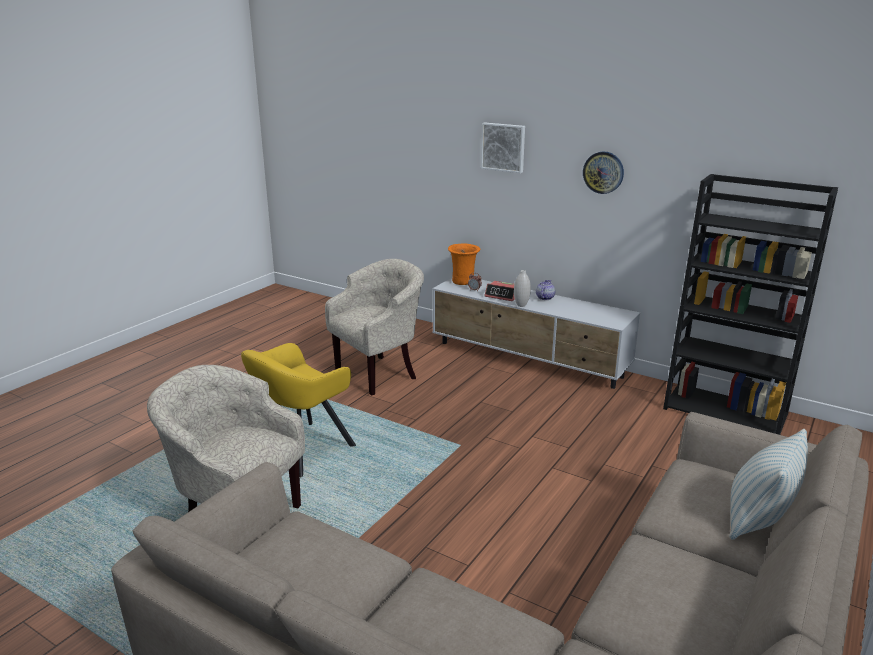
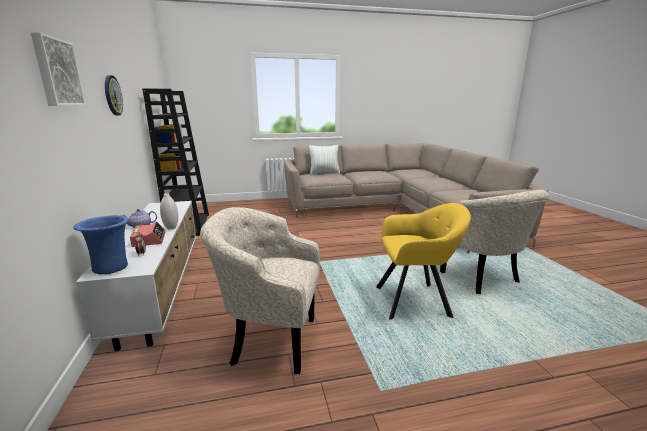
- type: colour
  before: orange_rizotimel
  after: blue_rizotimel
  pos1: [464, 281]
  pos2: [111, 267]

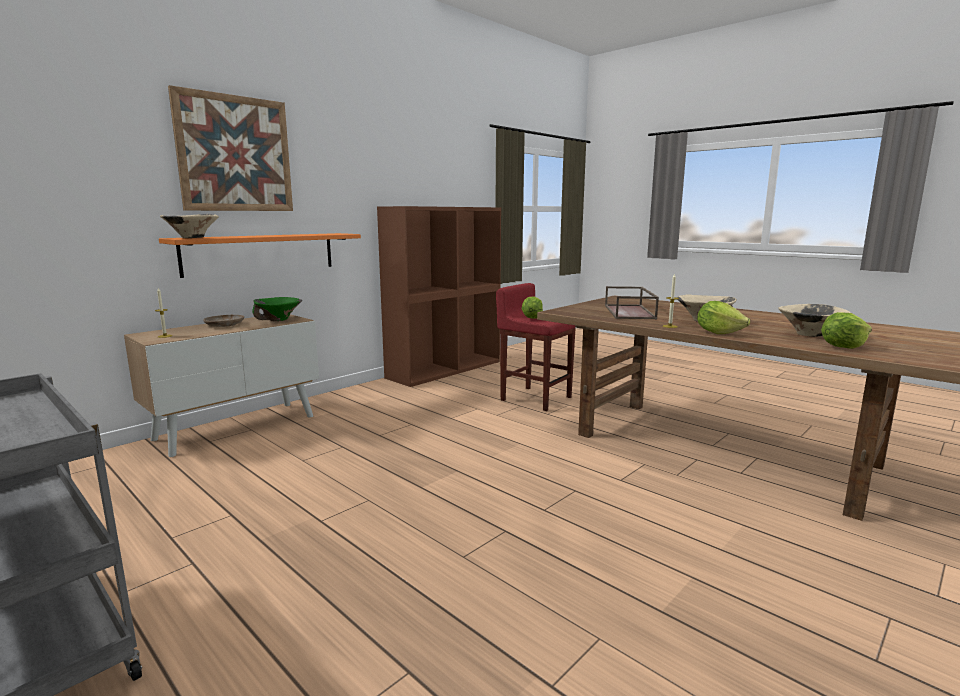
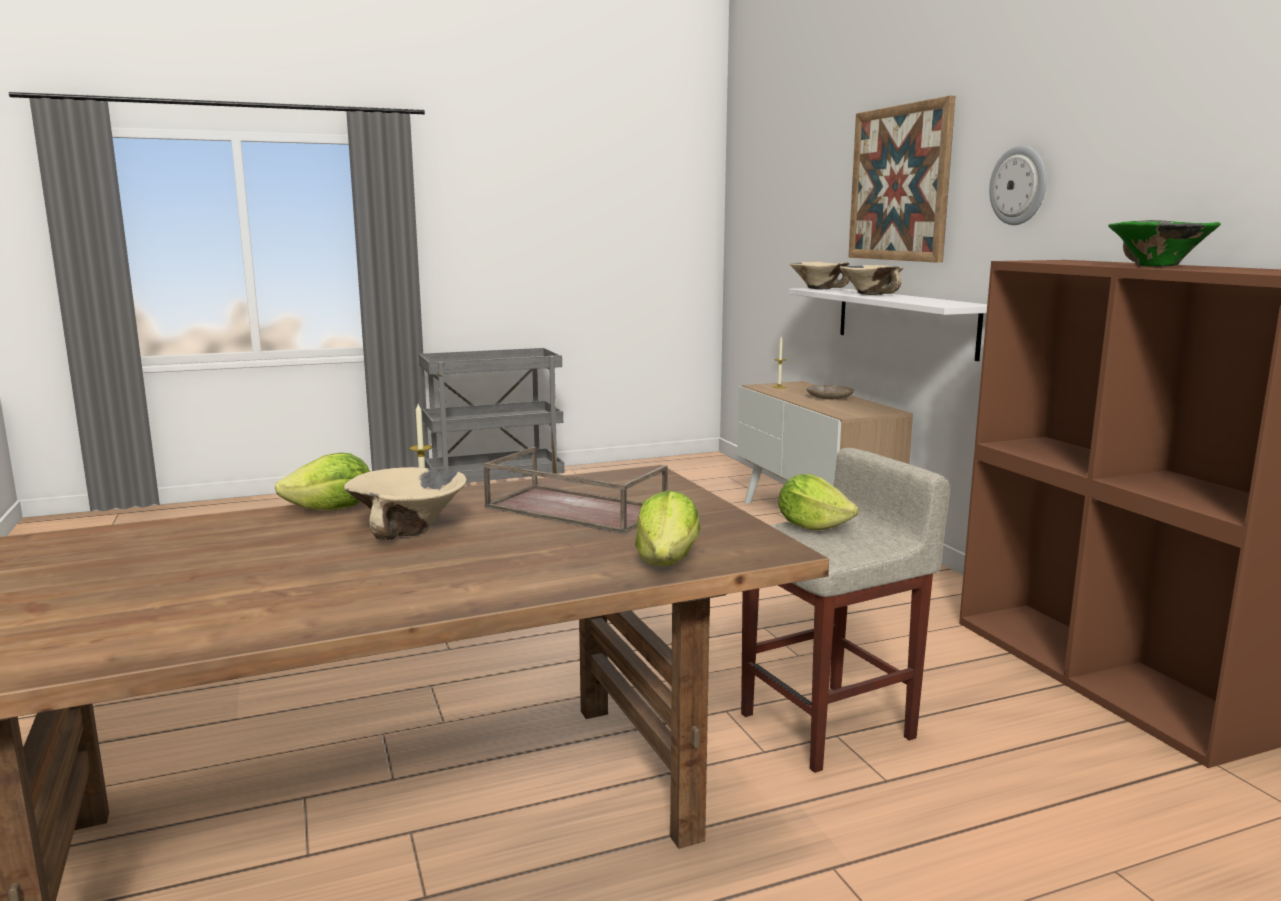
- type: colour
  before: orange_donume
  after: white_donume
  pos1: [261, 253]
  pos2: [904, 321]
- type: relocated
  before: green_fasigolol
  pos1: [279, 320]
  pos2: [1157, 266]
- type: colour
  before: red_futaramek
  after: beige_futaramek
  pos1: [535, 398]
  pos2: [829, 725]
- type: relocated
  before: beige_fasigolol
  pos1: [809, 335]
  pos2: [870, 294]
- type: relocated
  before: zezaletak
  pos1: [843, 347]
  pos2: [667, 561]
- type: appeared
  after: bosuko
  pos2: [1019, 185]

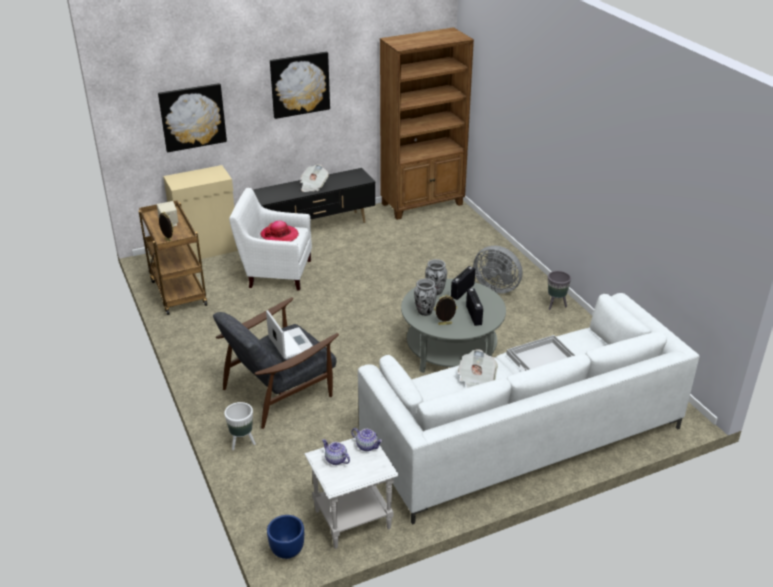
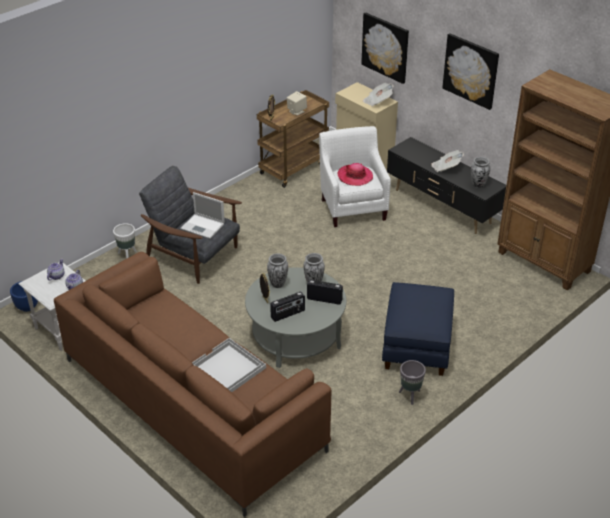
- type: spun
  before: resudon
  pos1: [291, 343]
  pos2: [203, 226]
  turn: 75
- type: colour
  before: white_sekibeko
  after: brown_sekibeko
  pos1: [521, 435]
  pos2: [192, 403]
- type: relocated
  before: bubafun
  pos1: [476, 381]
  pos2: [377, 101]
- type: exchanged
  before: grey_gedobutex
  after: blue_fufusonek
  pos1: [496, 287]
  pos2: [417, 346]
- type: appeared
  after: rizotimel
  pos2: [478, 185]

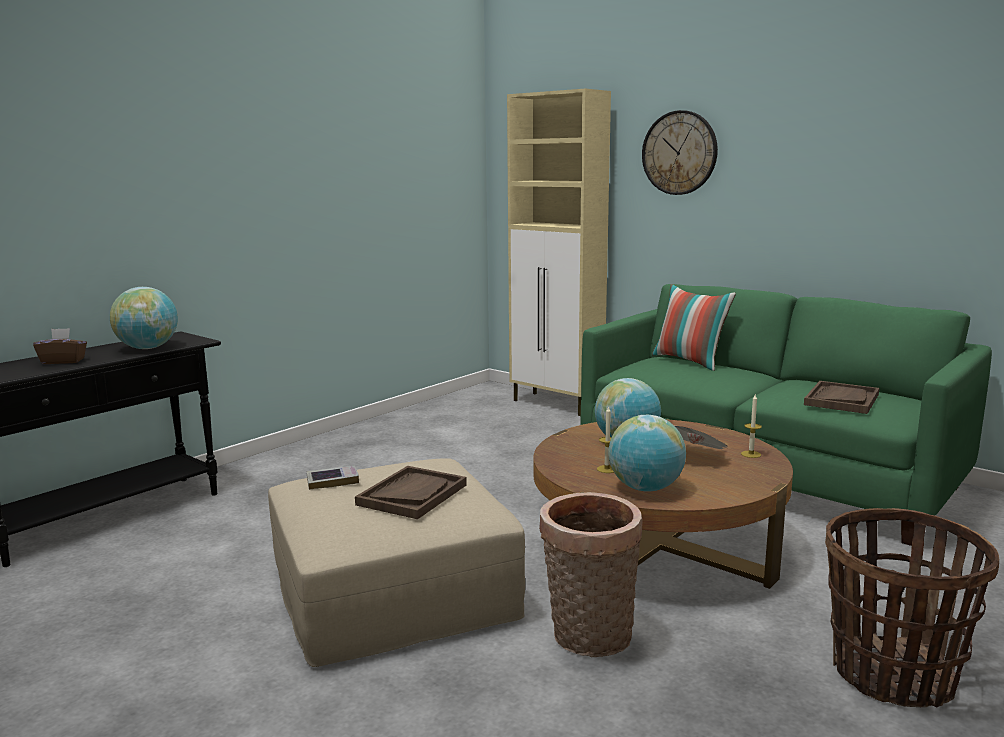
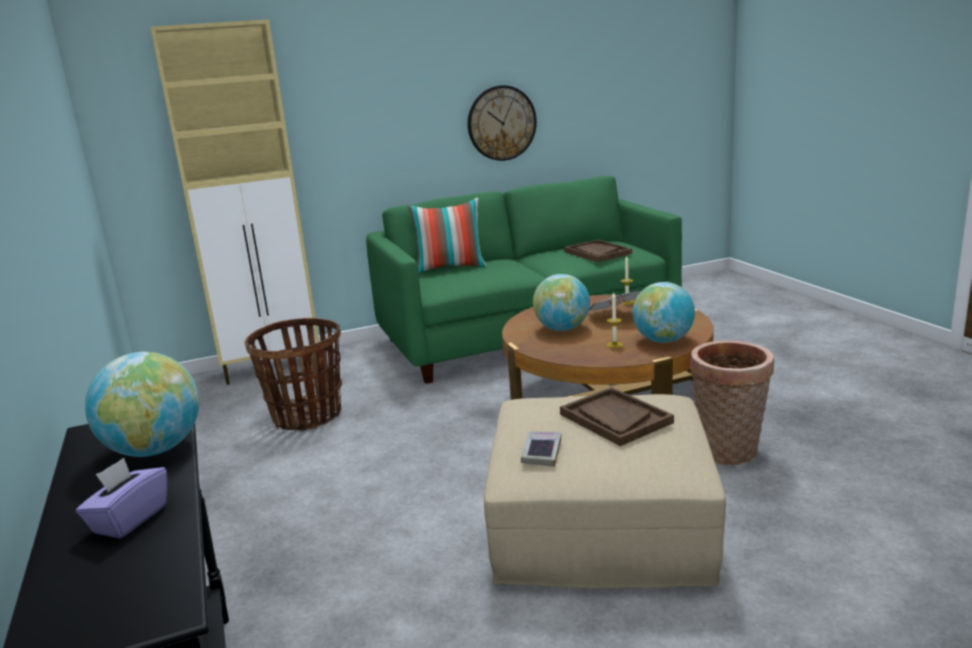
- type: colour
  before: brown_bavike
  after: purple_bavike
  pos1: [63, 361]
  pos2: [129, 519]
- type: relocated
  before: bosuko
  pos1: [679, 153]
  pos2: [501, 123]
- type: relocated
  before: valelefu
  pos1: [893, 675]
  pos2: [307, 416]

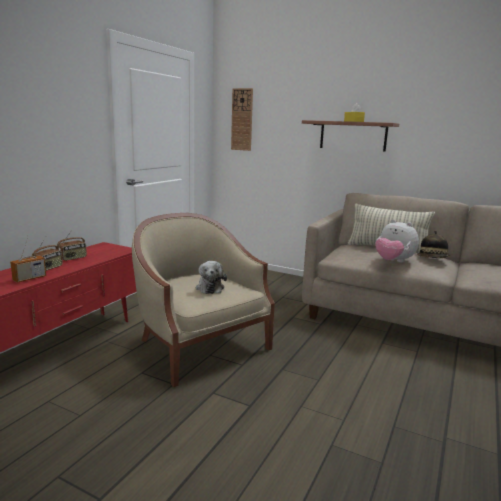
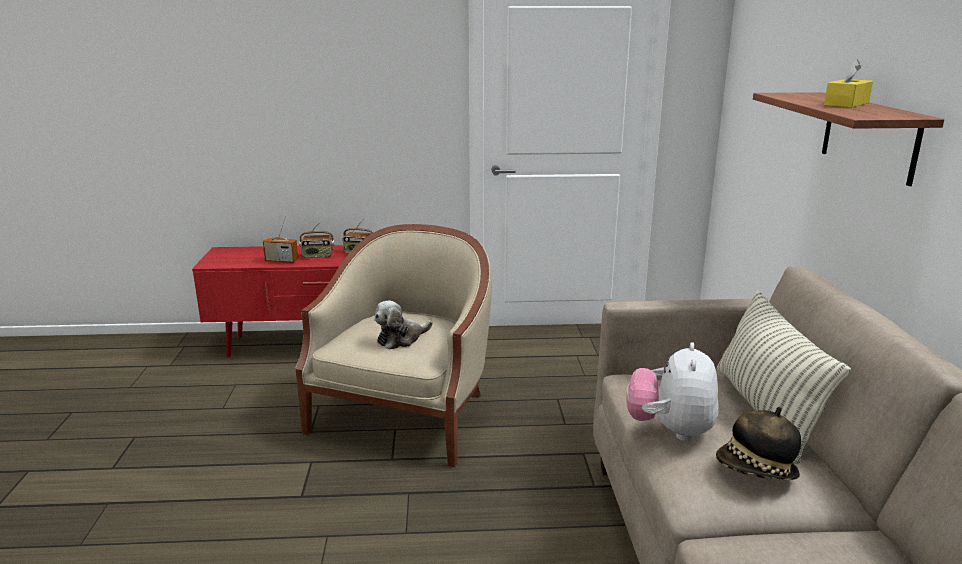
- type: missing
  before: bosuko
  pos1: [242, 119]

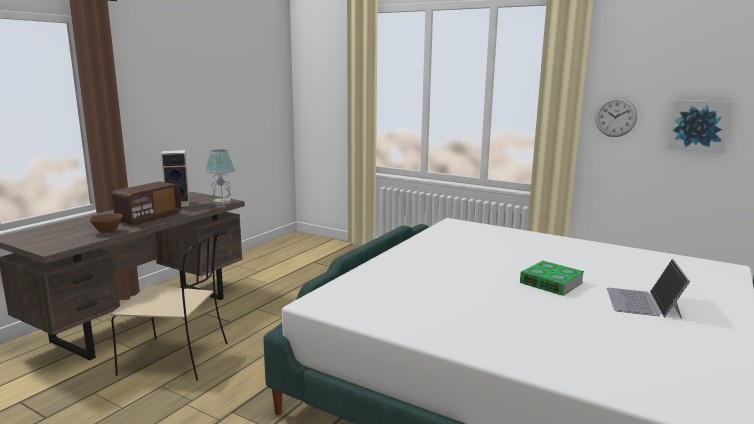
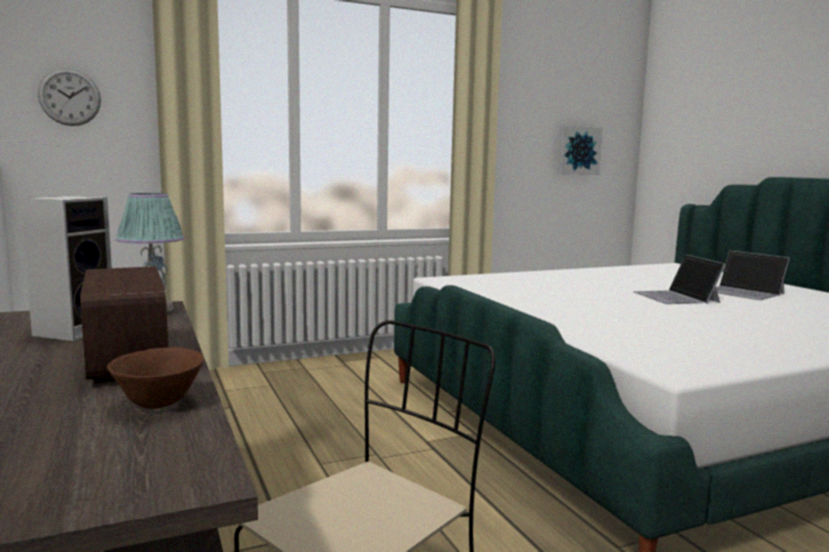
- type: exchanged
  before: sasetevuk
  after: resudon
  pos1: [551, 283]
  pos2: [676, 297]
- type: relocated
  before: bosuko
  pos1: [615, 117]
  pos2: [70, 97]

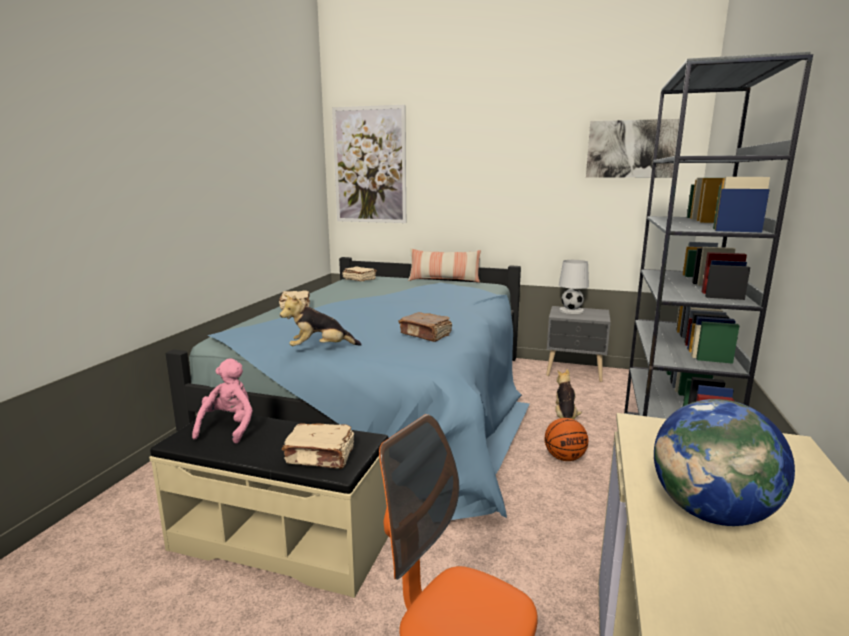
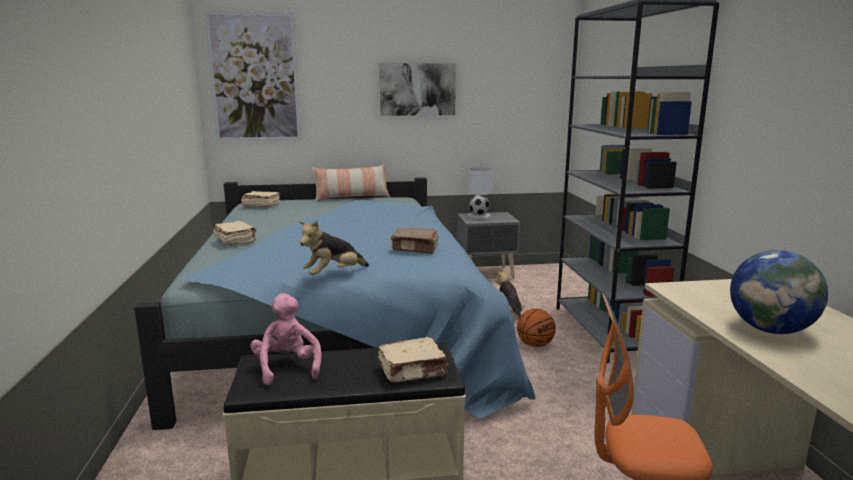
- type: relocated
  before: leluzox
  pos1: [630, 149]
  pos2: [417, 89]

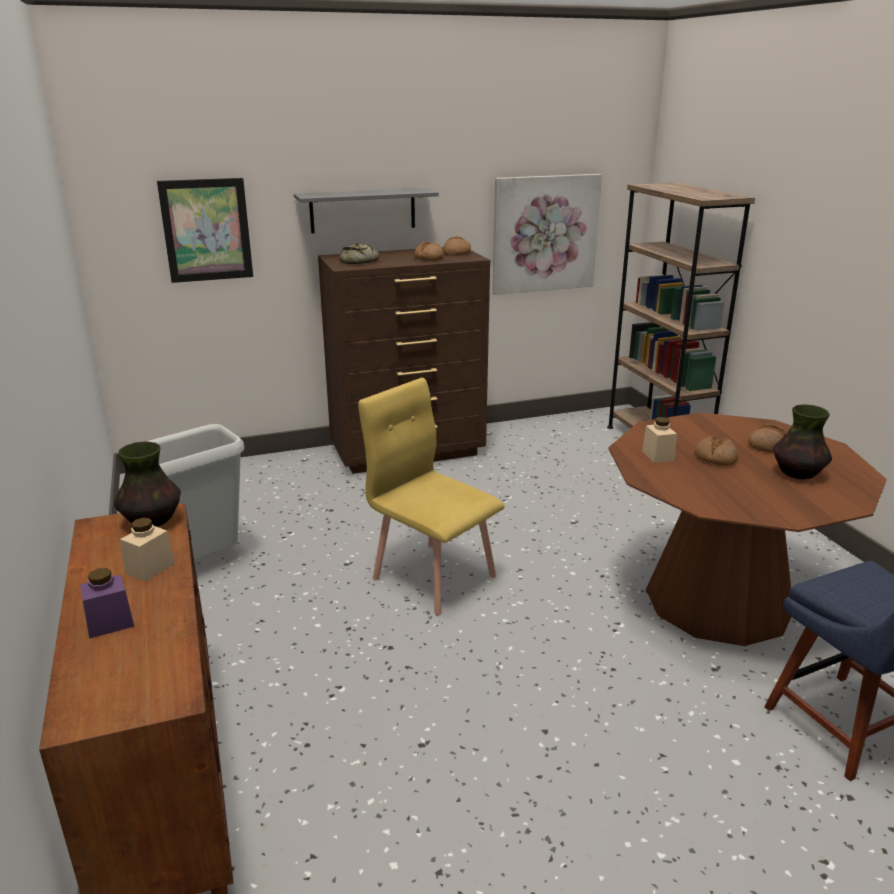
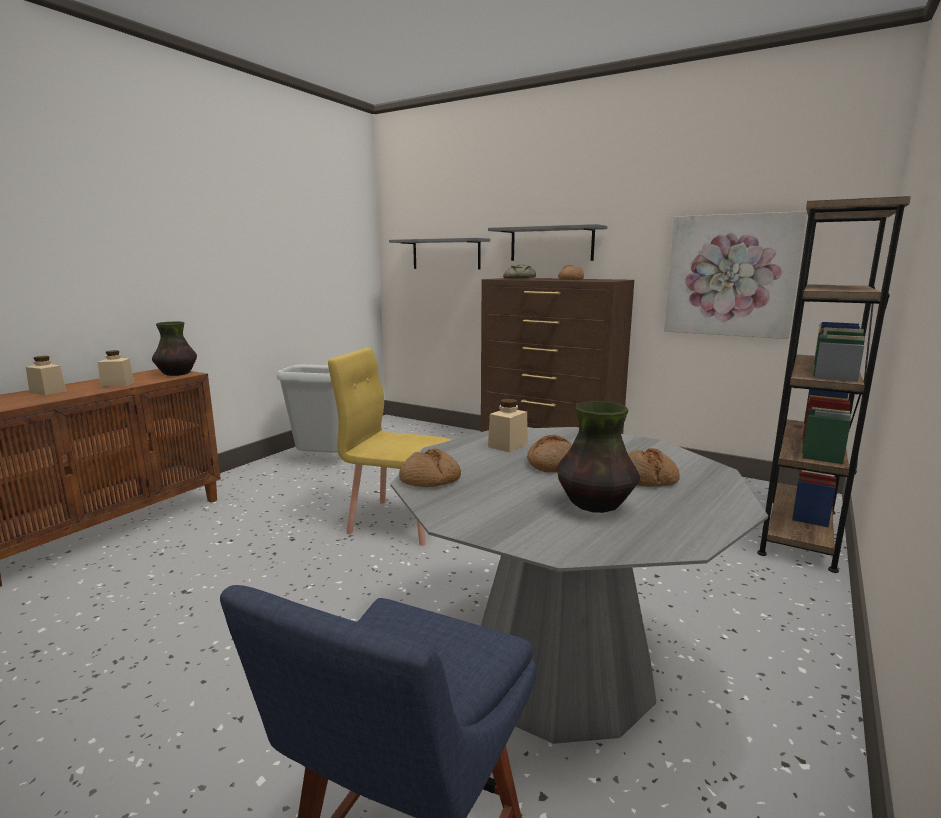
- type: colour
  before: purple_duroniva
  after: beige_duroniva
  pos1: [110, 623]
  pos2: [48, 392]
- type: exchanged
  before: leluzox
  after: grey_donume
  pos1: [206, 230]
  pos2: [446, 254]
- type: spun
  before: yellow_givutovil
  pos1: [434, 576]
  pos2: [400, 521]
  turn: -75
- type: relocated
  before: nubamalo
  pos1: [457, 253]
  pos2: [430, 480]
- type: colour
  before: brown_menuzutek
  after: grey_menuzutek
  pos1: [718, 600]
  pos2: [560, 667]

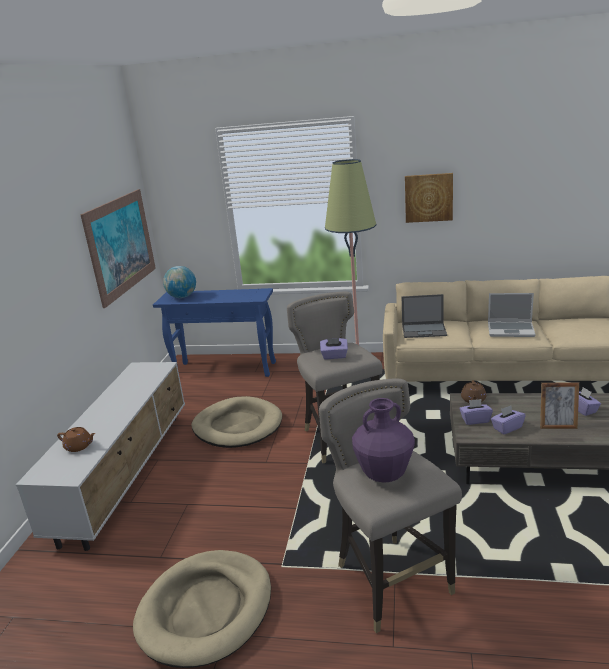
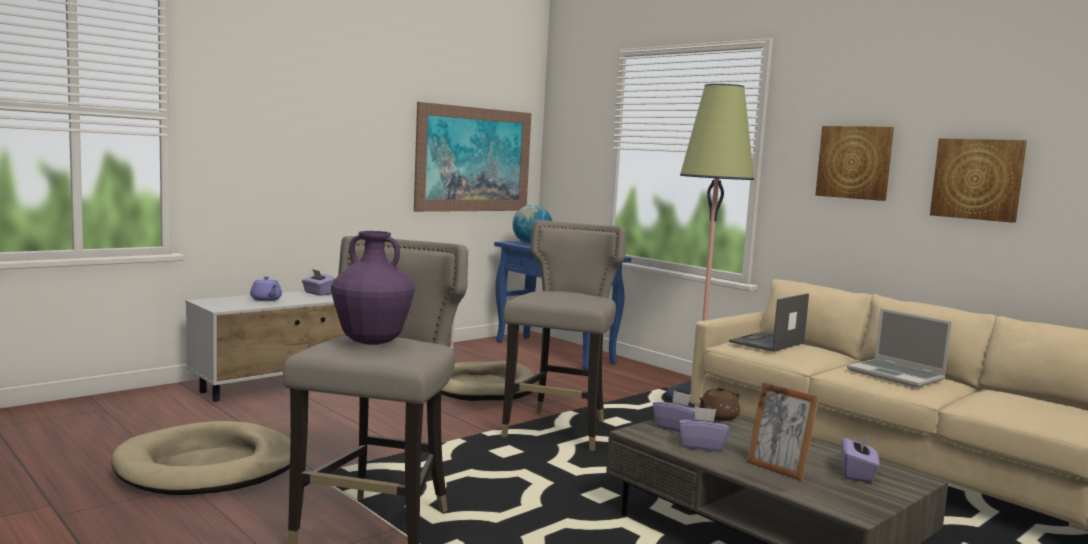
- type: colour
  before: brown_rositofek
  after: purple_rositofek
  pos1: [79, 446]
  pos2: [266, 299]
- type: relocated
  before: purple_bavike
  pos1: [334, 356]
  pos2: [318, 293]
- type: spun
  before: resudon
  pos1: [424, 330]
  pos2: [766, 342]
  turn: 90
- type: appeared
  after: leluzox
  pos2: [977, 179]

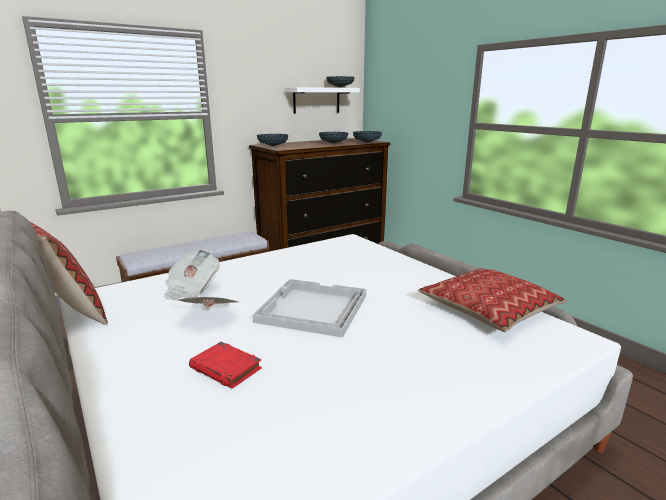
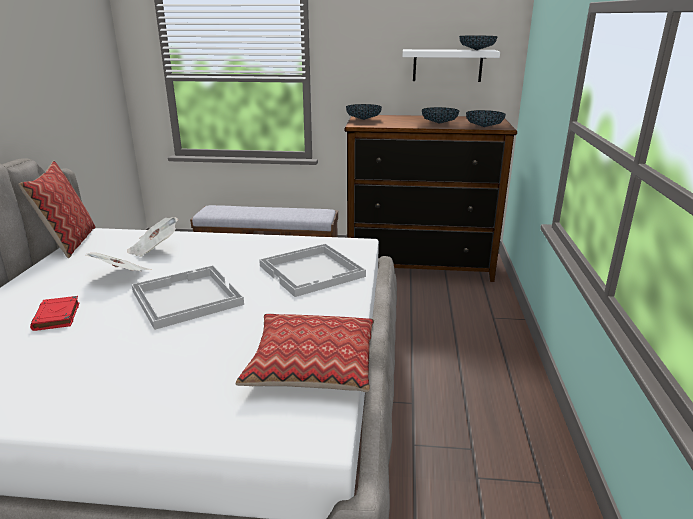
- type: appeared
  after: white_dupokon
  pos2: [312, 271]

